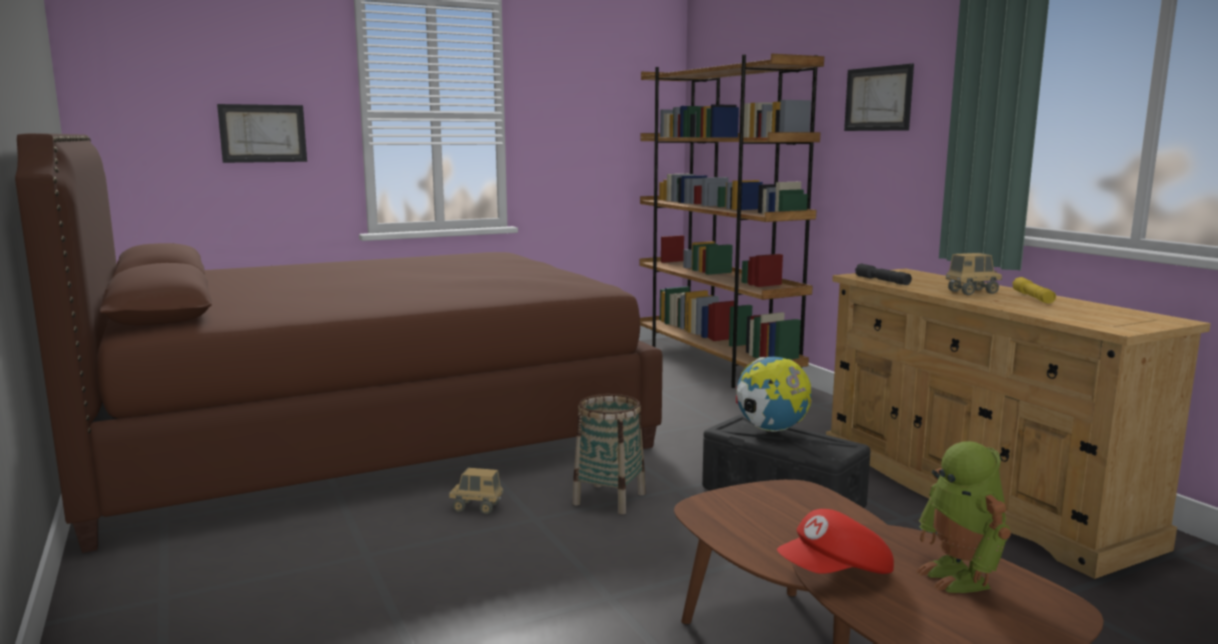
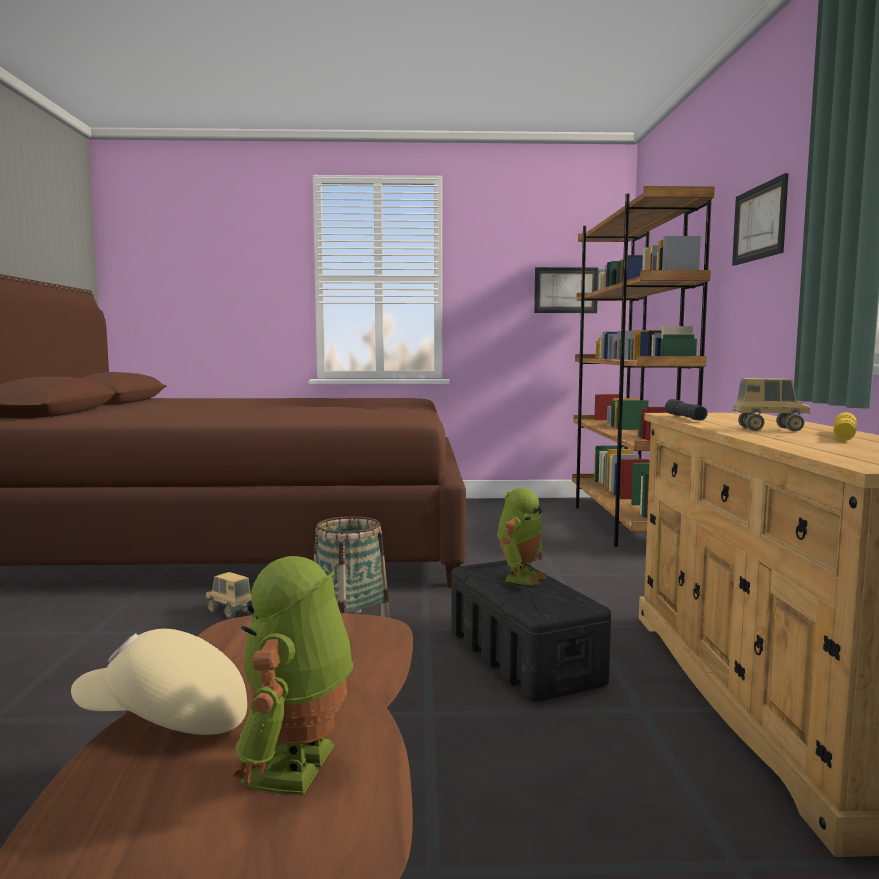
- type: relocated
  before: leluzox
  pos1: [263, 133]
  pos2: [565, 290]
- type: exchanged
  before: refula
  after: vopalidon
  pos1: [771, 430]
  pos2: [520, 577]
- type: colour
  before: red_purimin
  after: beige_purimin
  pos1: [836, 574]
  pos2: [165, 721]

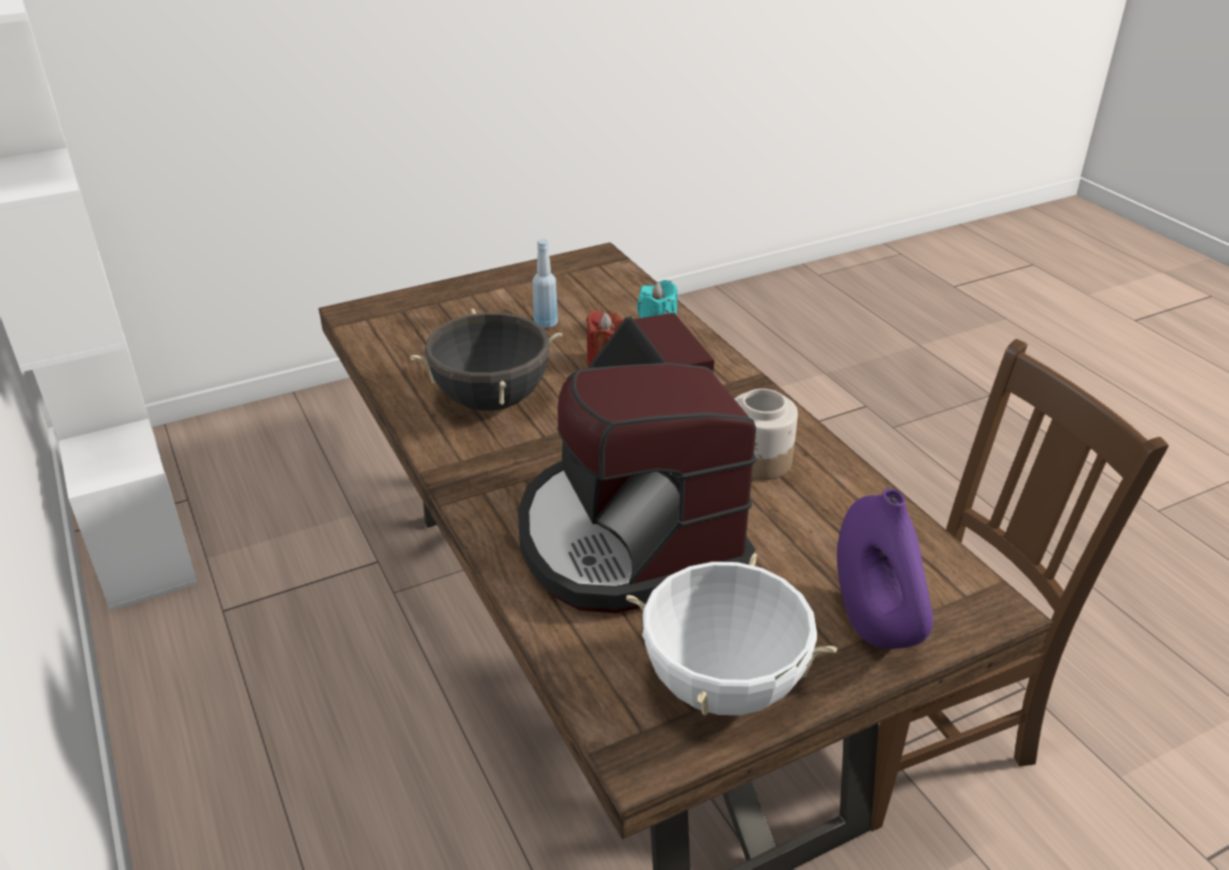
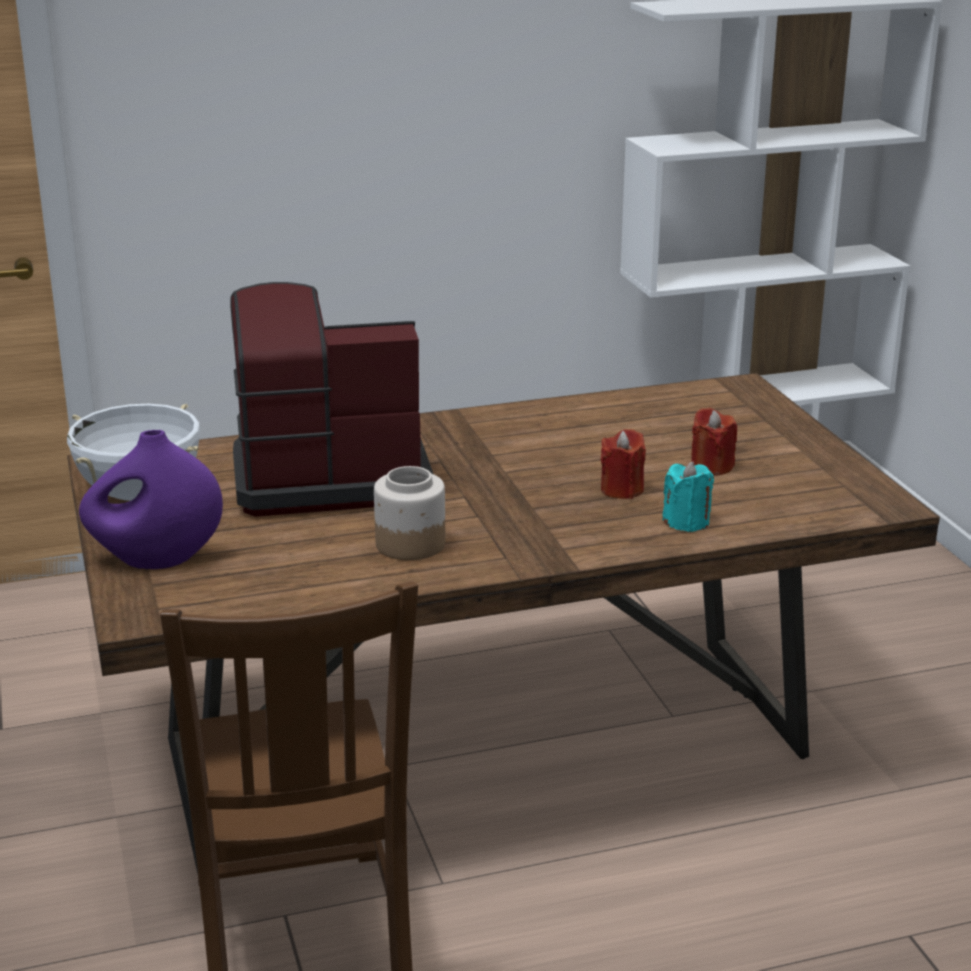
- type: missing
  before: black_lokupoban
  pos1: [491, 400]
- type: exchanged
  before: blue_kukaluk
  after: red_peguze
  pos1: [546, 324]
  pos2: [711, 466]

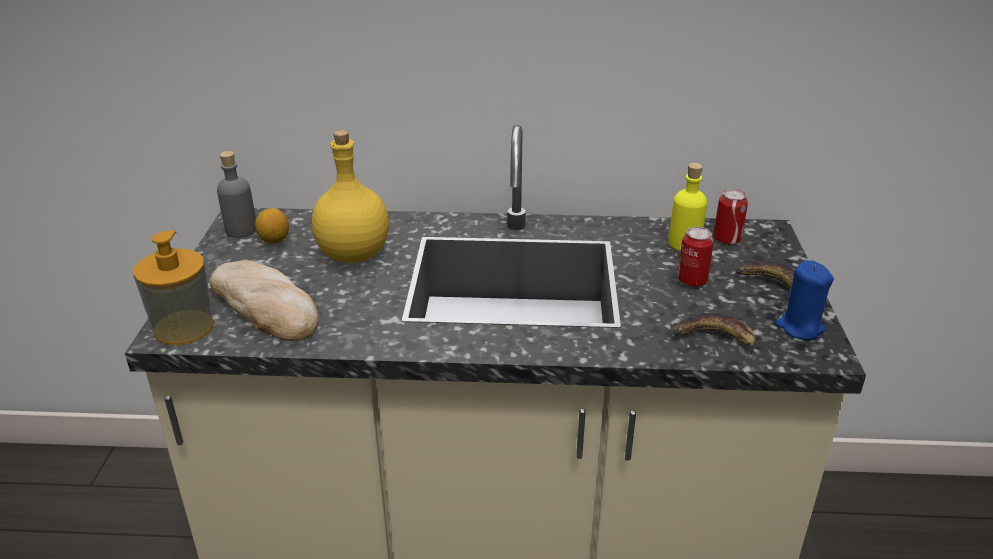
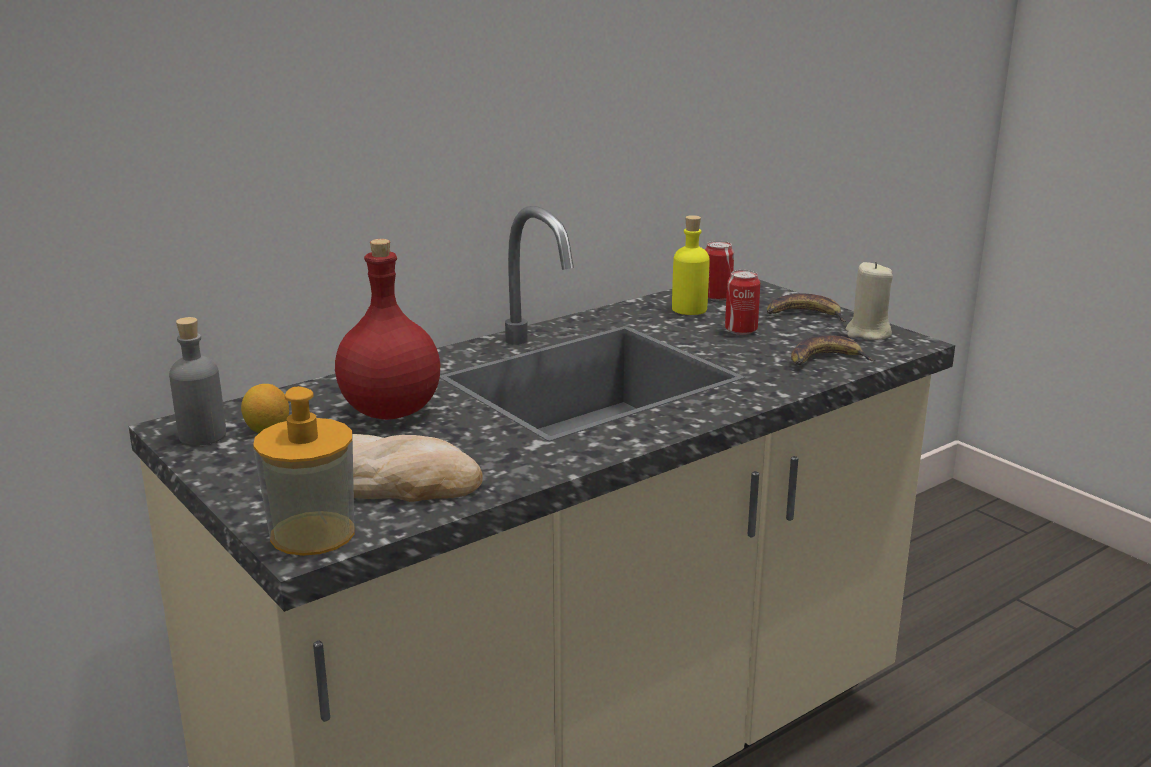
- type: colour
  before: yellow_kukaluk
  after: red_kukaluk
  pos1: [353, 255]
  pos2: [391, 412]
- type: colour
  before: blue_peguze
  after: beige_peguze
  pos1: [799, 327]
  pos2: [868, 333]

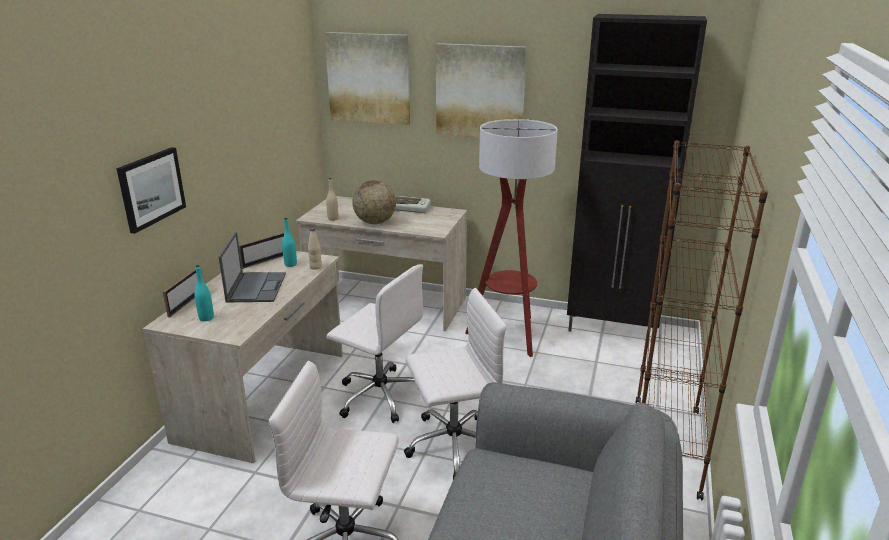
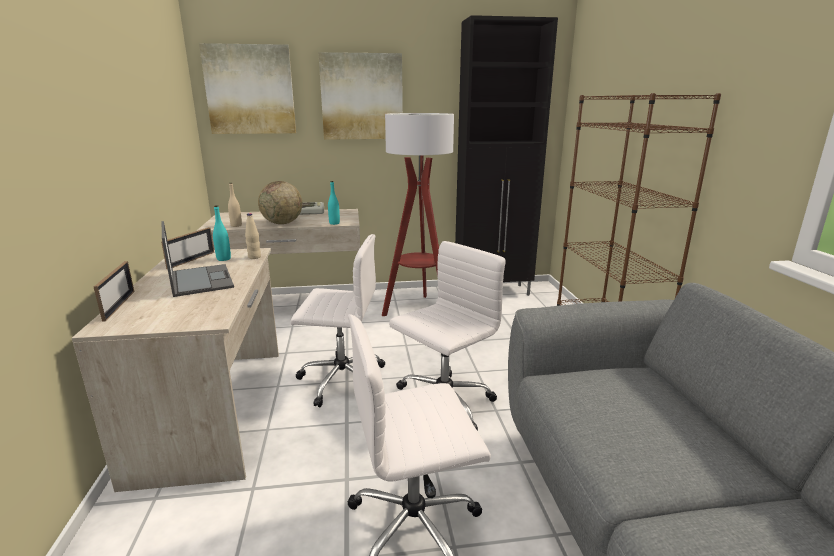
- type: missing
  before: leluzox
  pos1: [151, 188]
- type: relocated
  before: turquoise_kukaluk
  pos1: [206, 318]
  pos2: [334, 223]

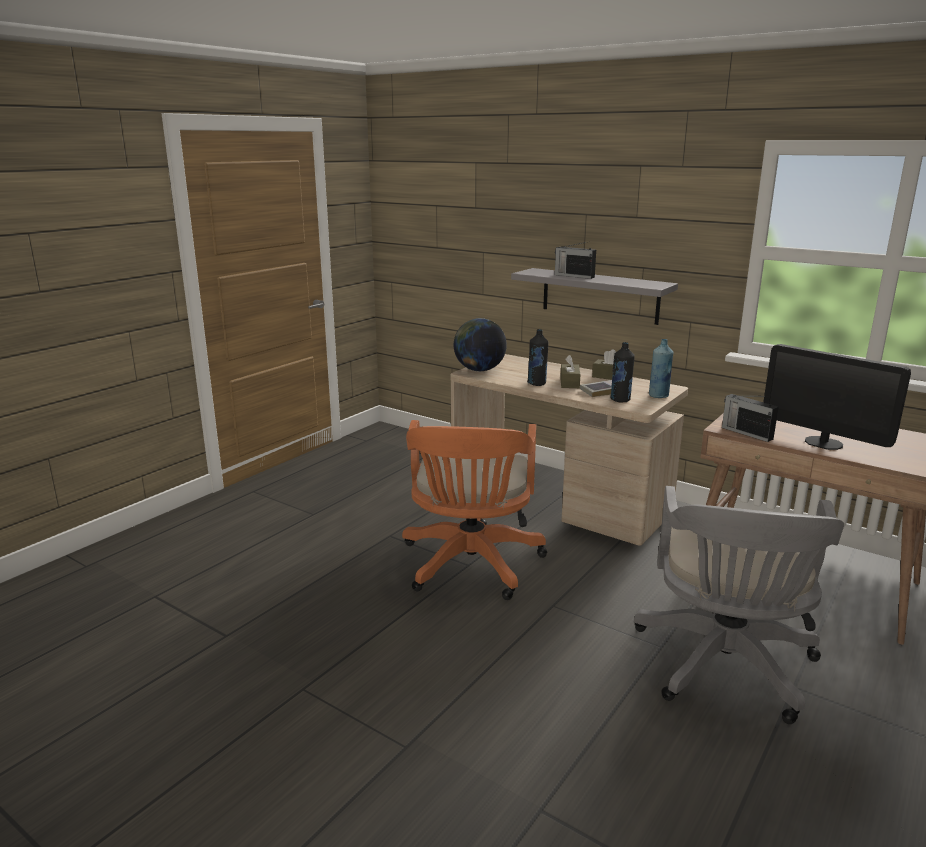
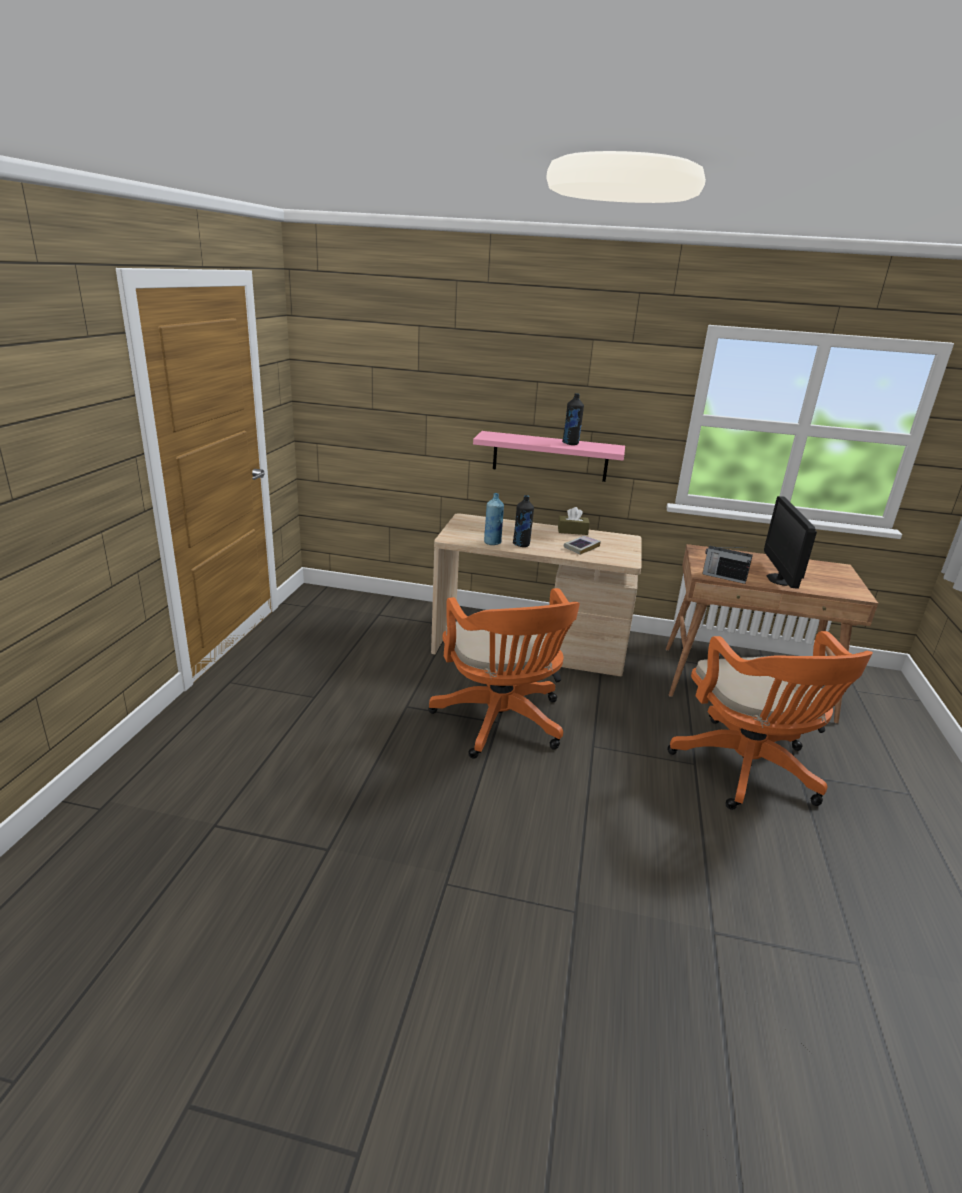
- type: missing
  before: refula
  pos1: [479, 370]
- type: colour
  before: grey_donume
  after: pink_donume
  pos1: [599, 295]
  pos2: [550, 456]
- type: missing
  before: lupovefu
  pos1: [573, 276]
- type: missing
  before: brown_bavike
  pos1: [569, 383]
- type: relocated
  before: black_kukaluk
  pos1: [620, 400]
  pos2: [570, 443]
- type: colour
  before: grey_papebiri
  after: orange_papebiri
  pos1: [725, 668]
  pos2: [748, 771]
- type: relocated
  before: blue_kukaluk
  pos1: [658, 396]
  pos2: [492, 543]
- type: spun
  before: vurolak
  pos1: [823, 443]
  pos2: [780, 579]
  turn: 75

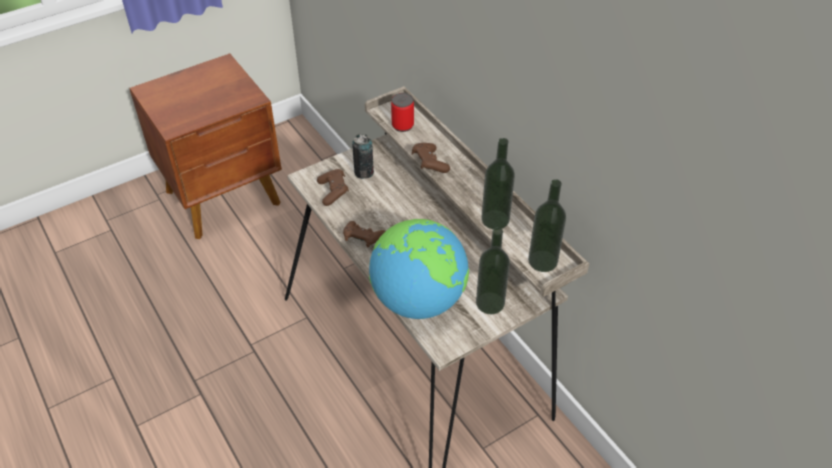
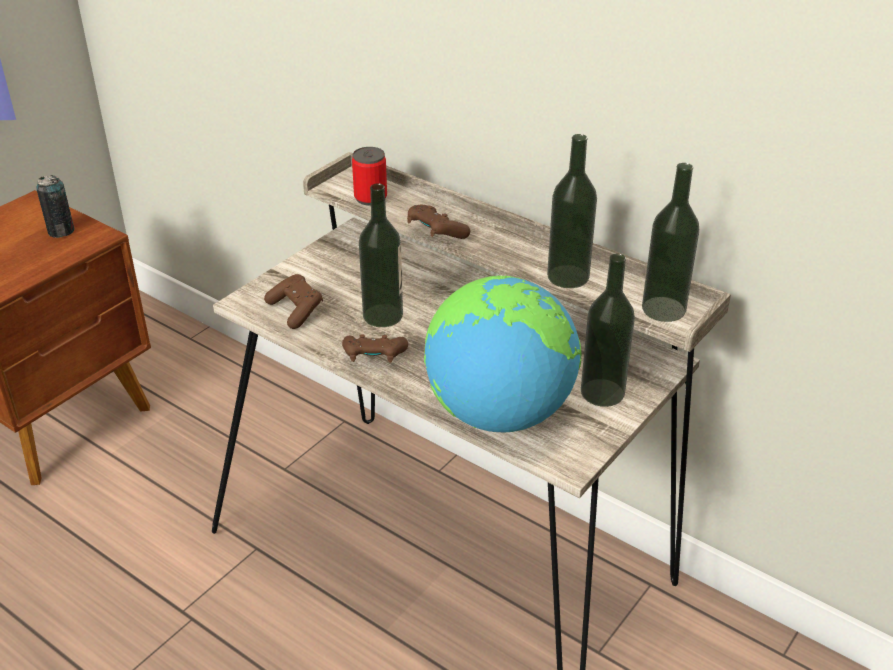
- type: relocated
  before: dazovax
  pos1: [364, 172]
  pos2: [61, 231]
- type: appeared
  after: kukaluk
  pos2: [383, 315]

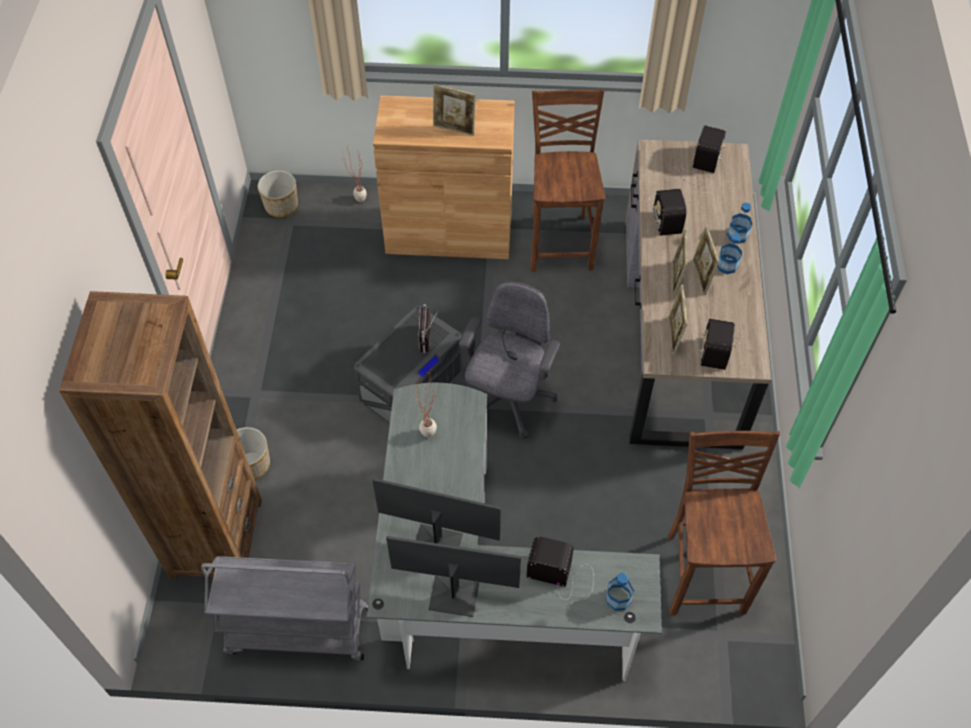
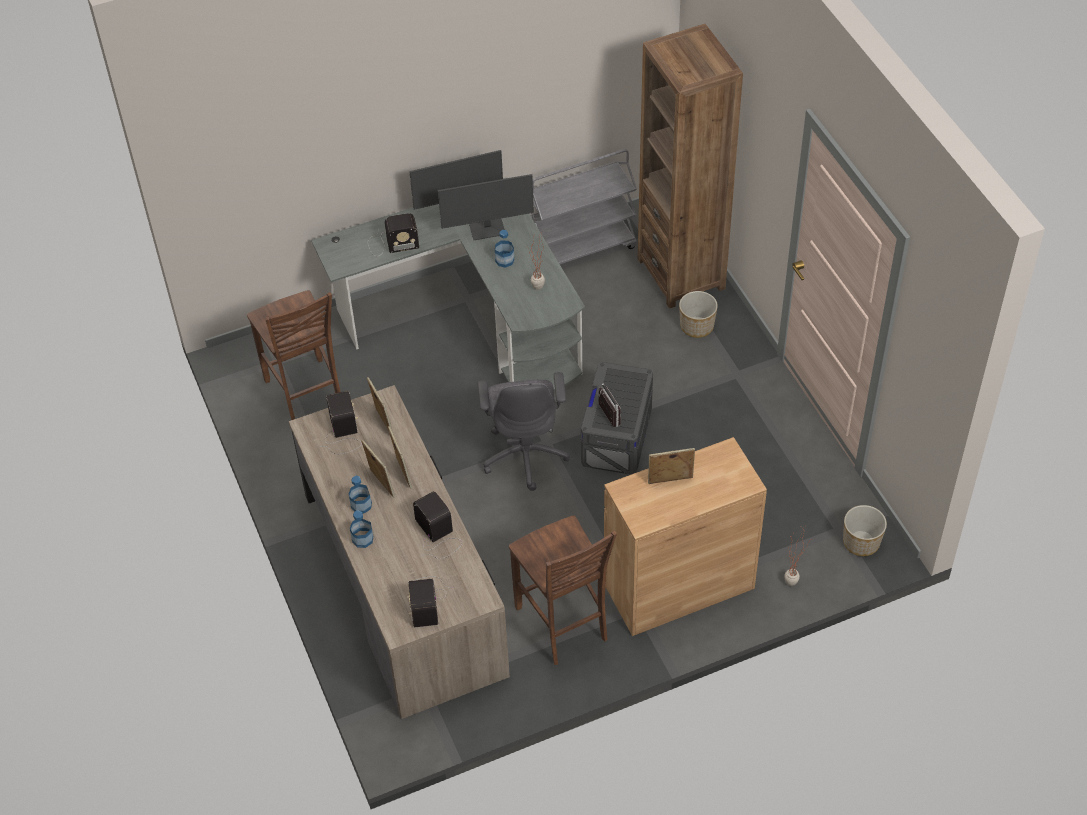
- type: relocated
  before: kukaluk
  pos1: [618, 598]
  pos2: [504, 260]

